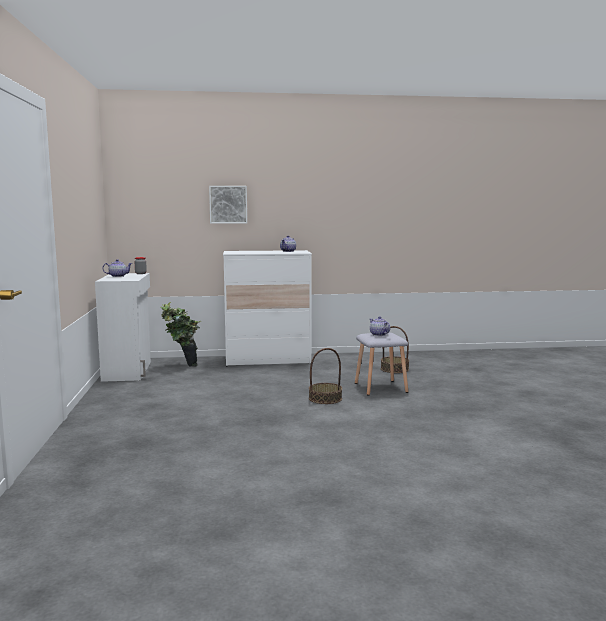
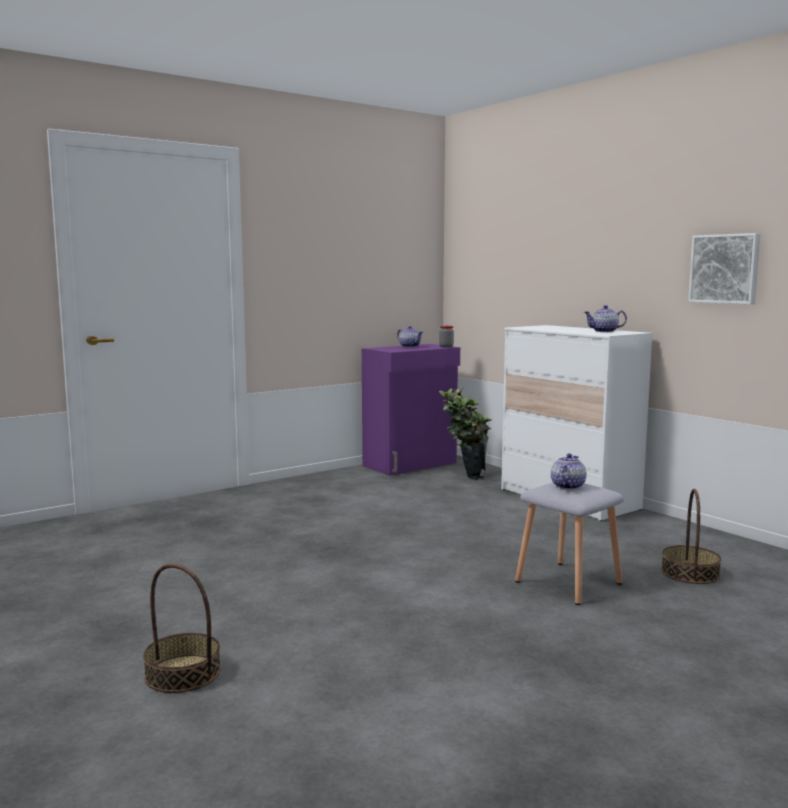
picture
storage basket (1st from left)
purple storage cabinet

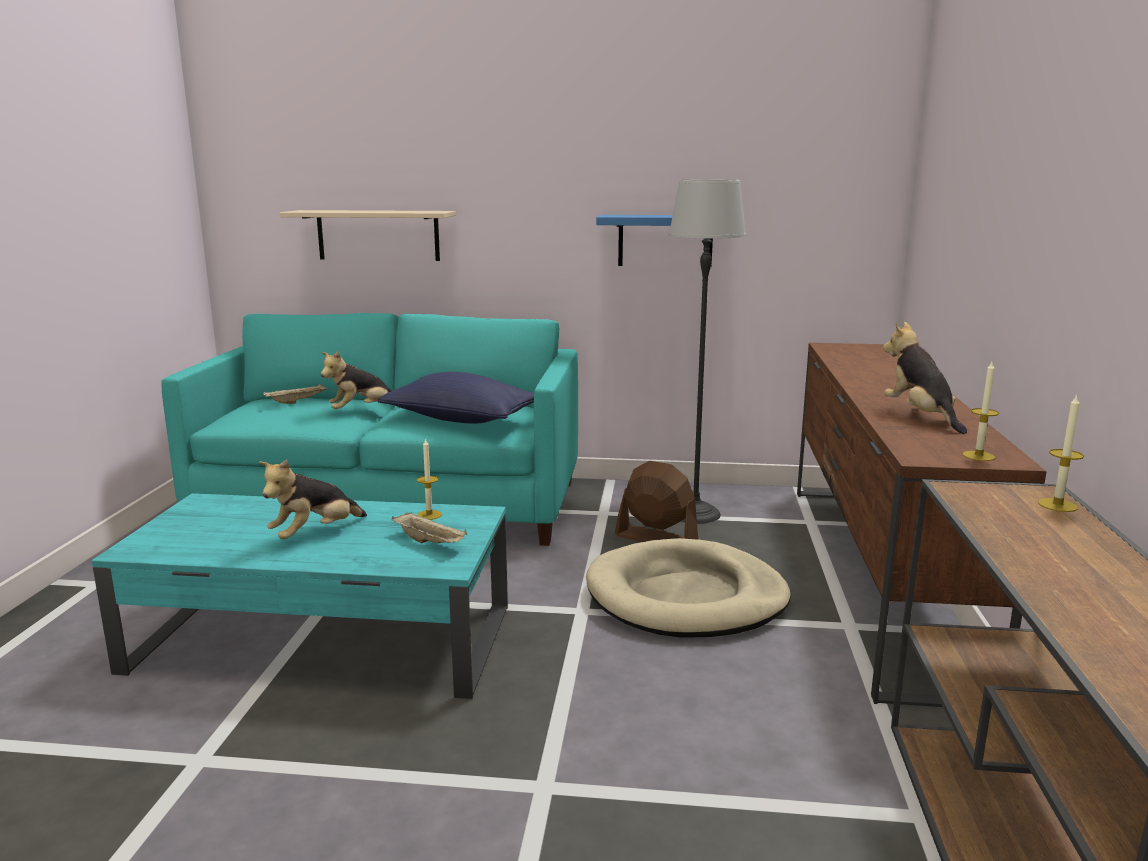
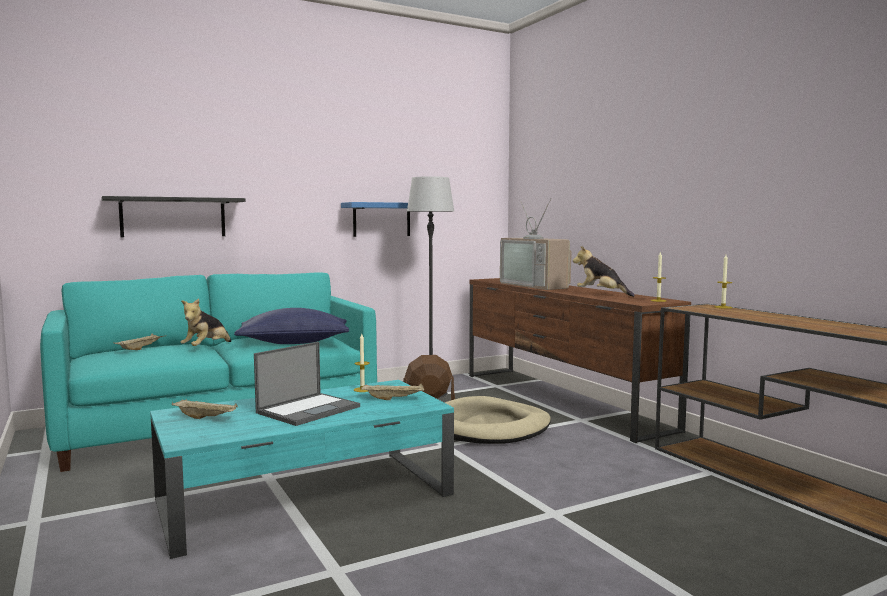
sand-coloured carrying tray (2nd from left)
TV
portable computer
black-coloured shelf

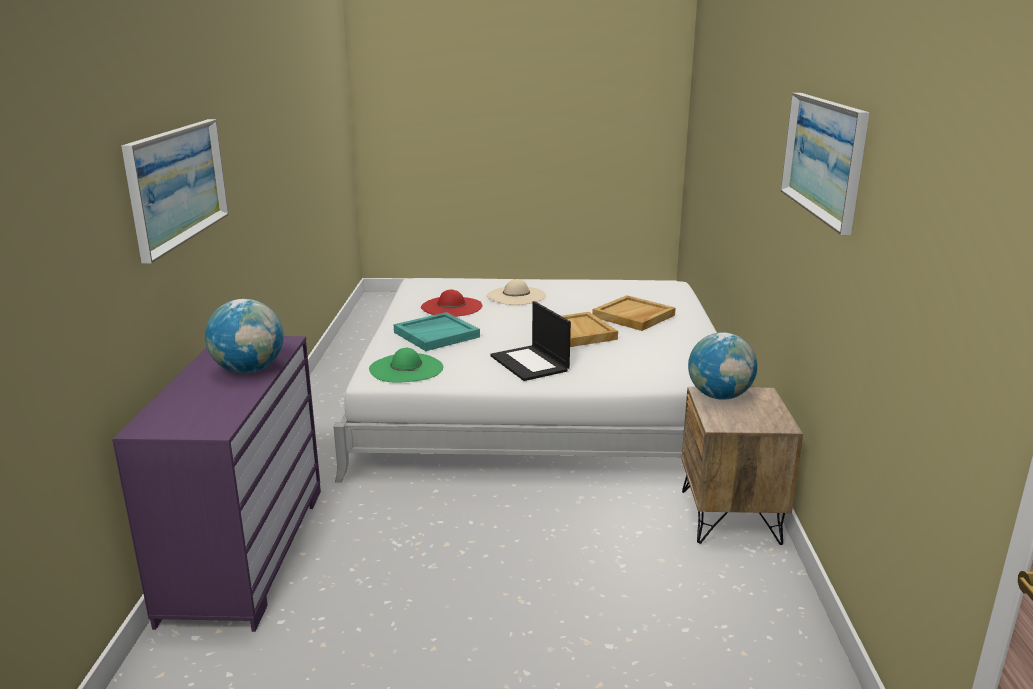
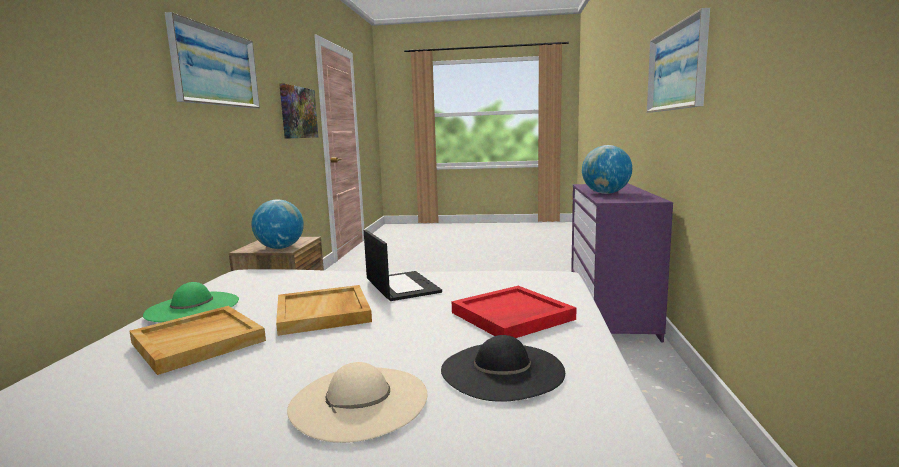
picture (2nd from left)
greenish wearable hat
red carrying tray
black-coloured wearable hat

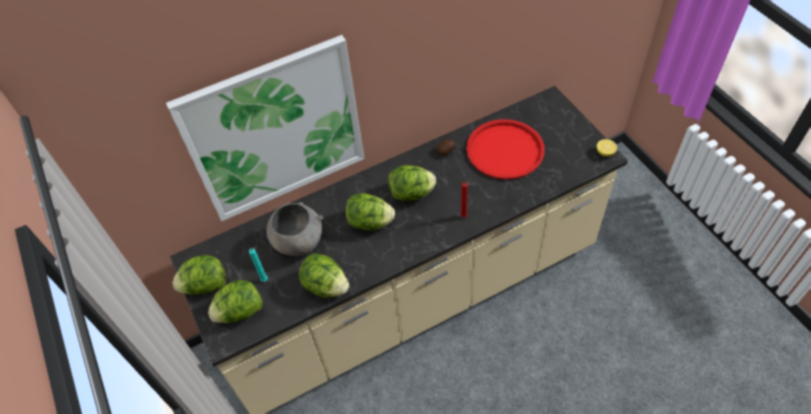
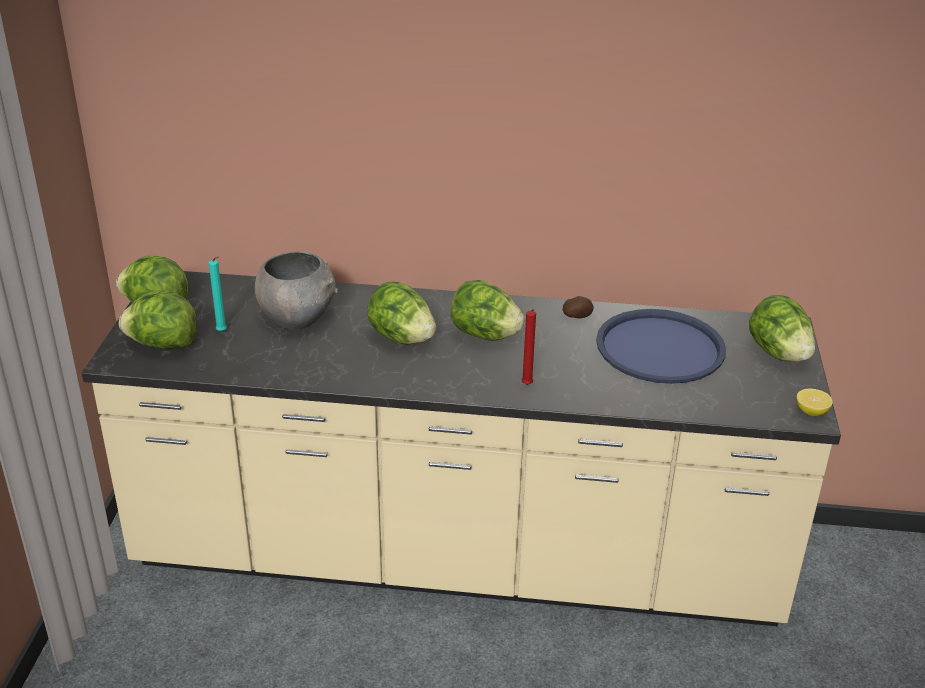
picture
head of lettuce (5th from left)
blue-coloured carrying tray

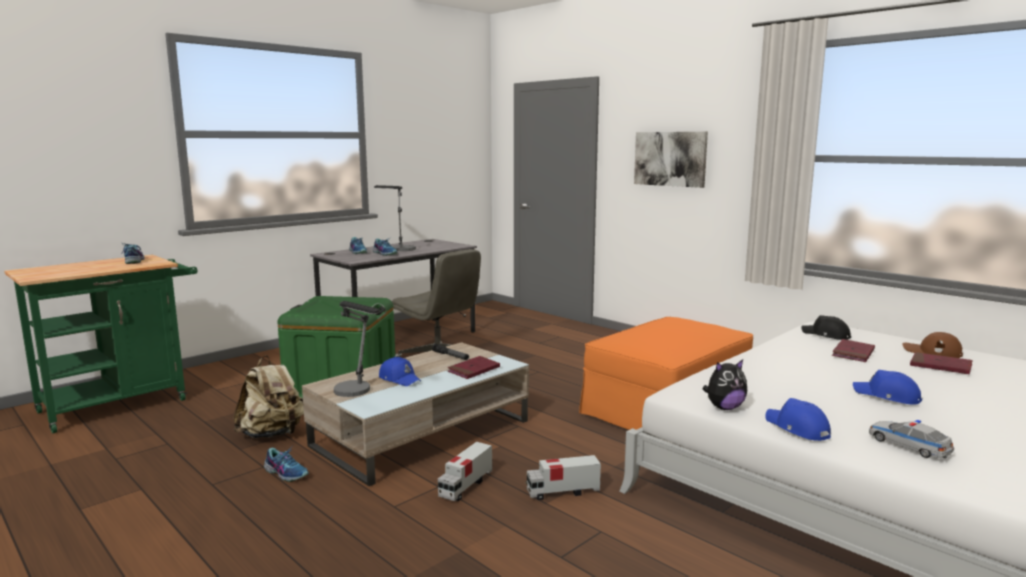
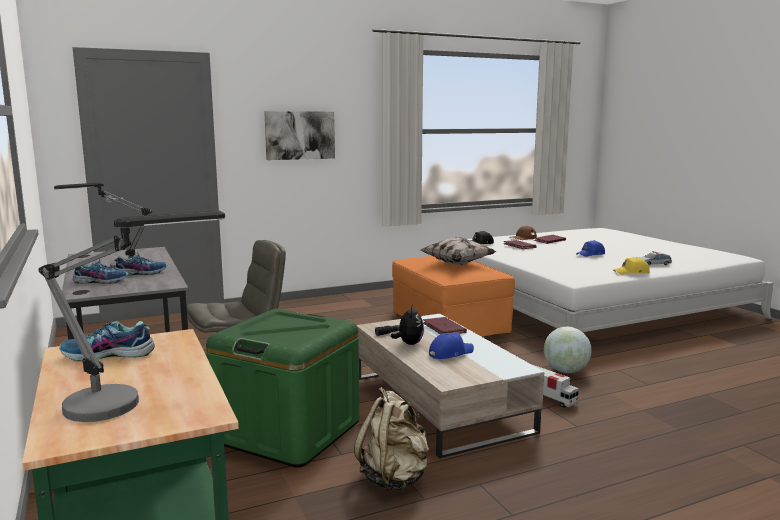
item of footwear (2nd from left in the first image)
throw pillow
tabletop lamp (2nd from left)
plush toy
desk globe
yellow cap

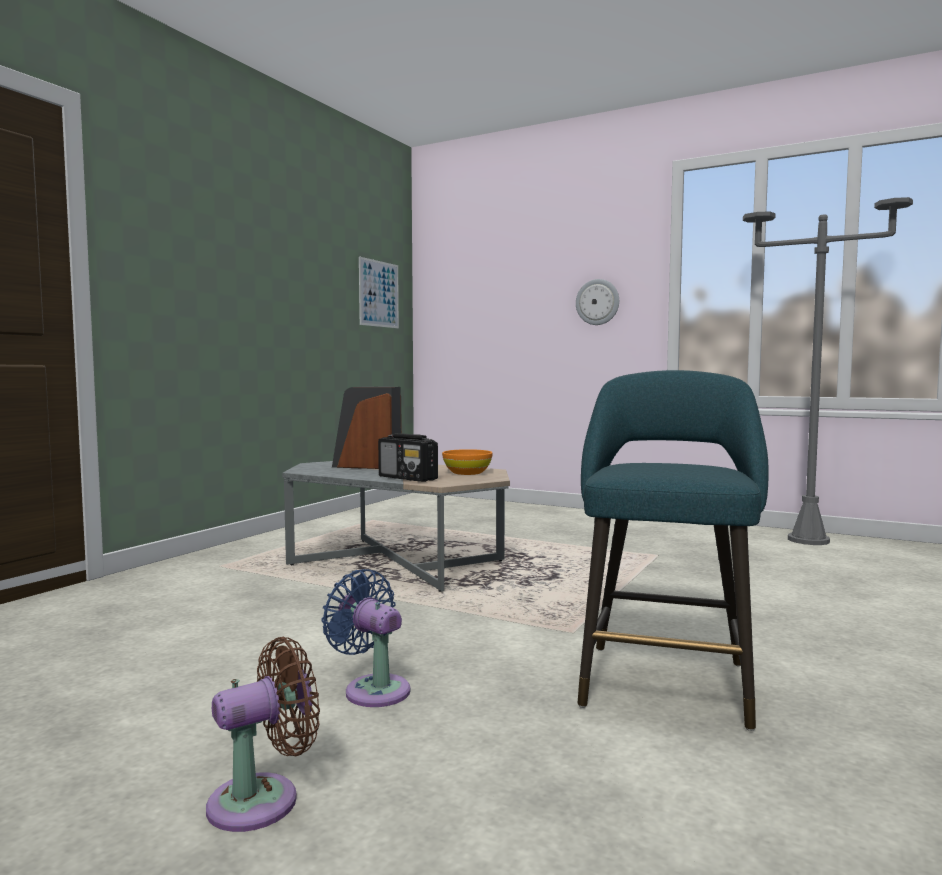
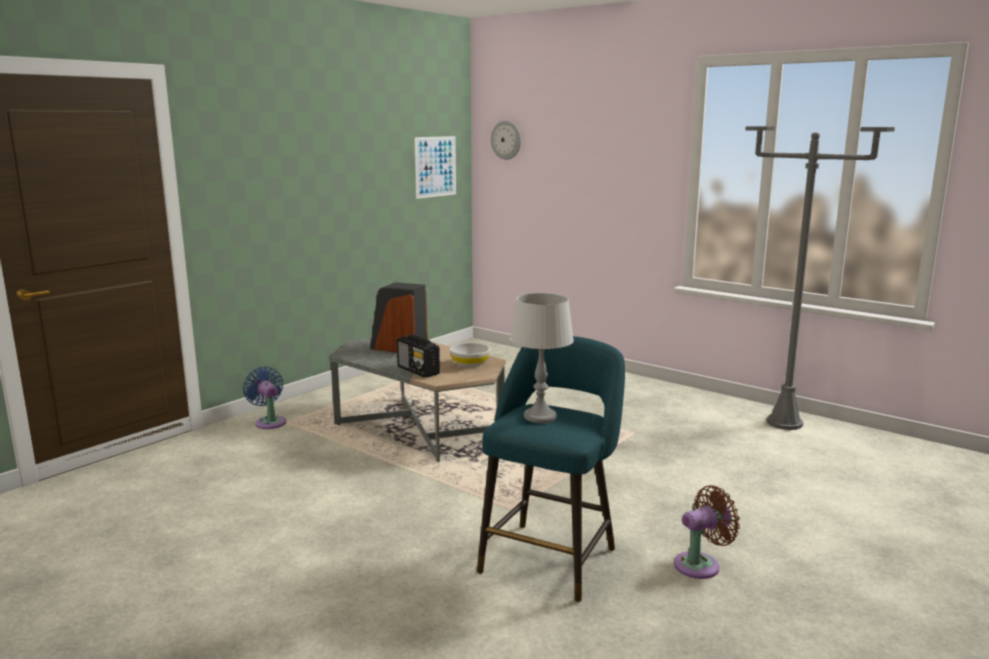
greyish tabletop lamp
brown-coloured cooling fan
blue-coloured cooling fan
wall clock
white bowl

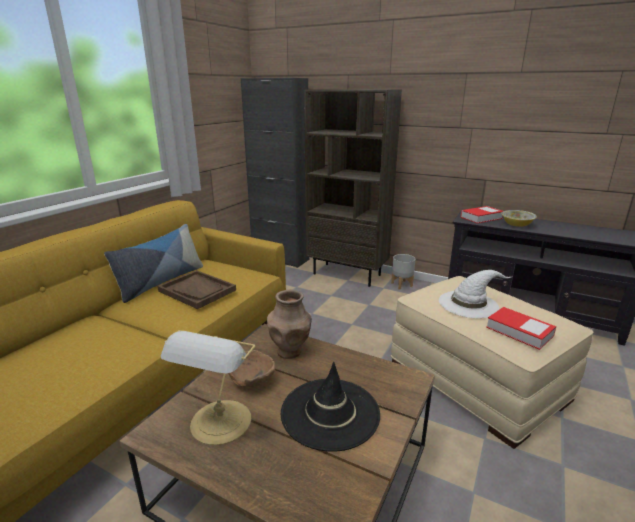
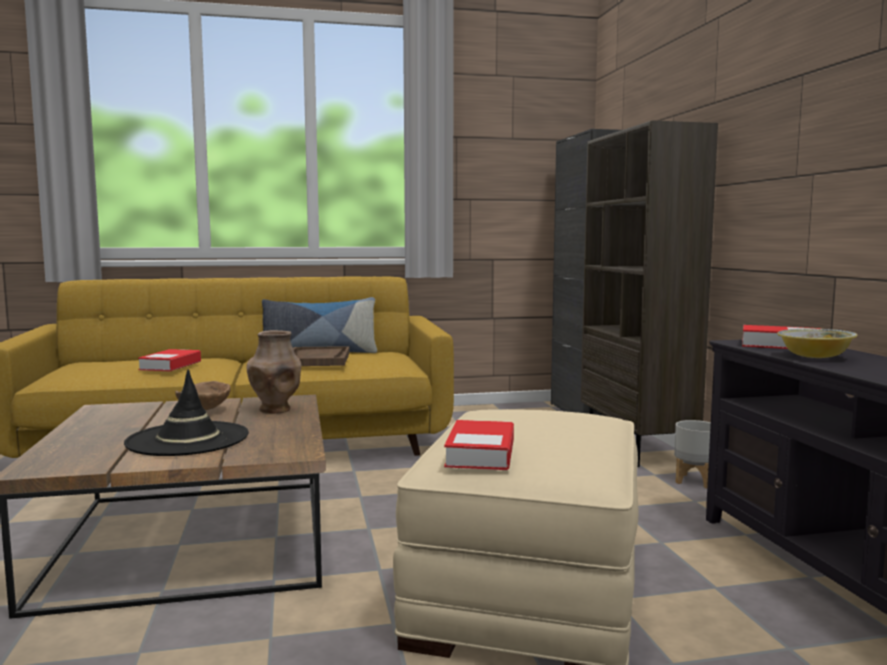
tabletop lamp
white wearable hat
book (1st from left)

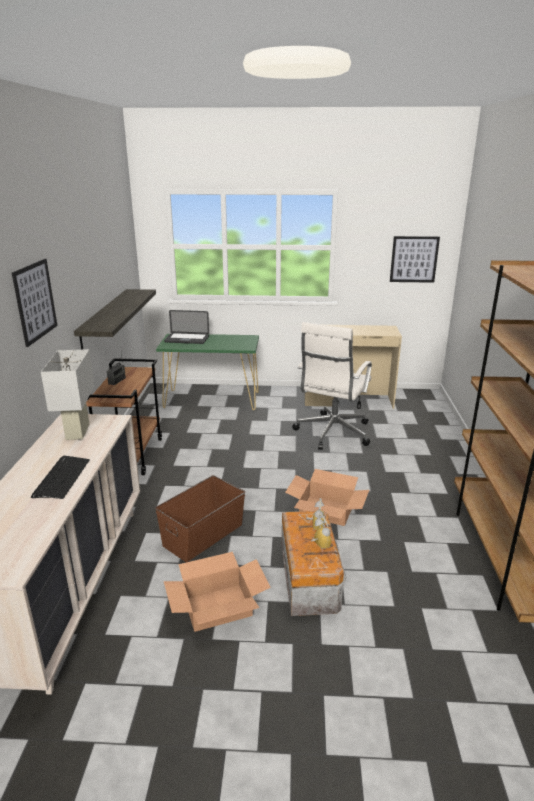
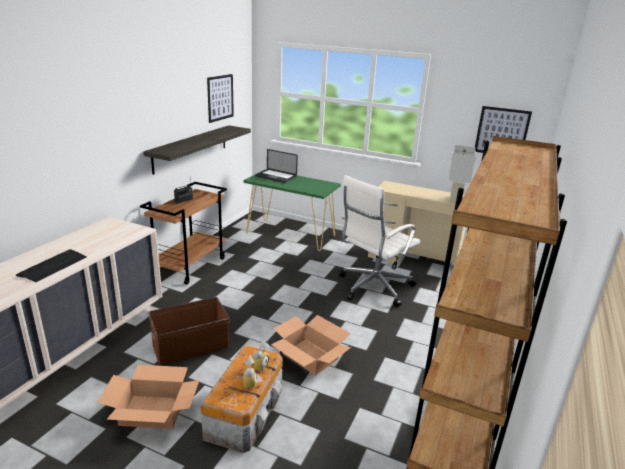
picture (1st from left)
white tabletop lamp

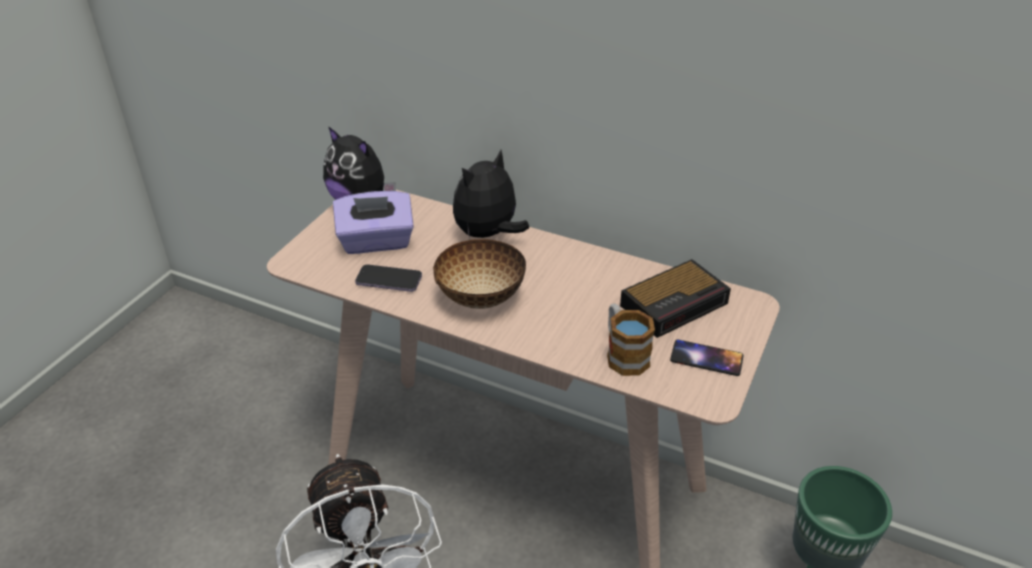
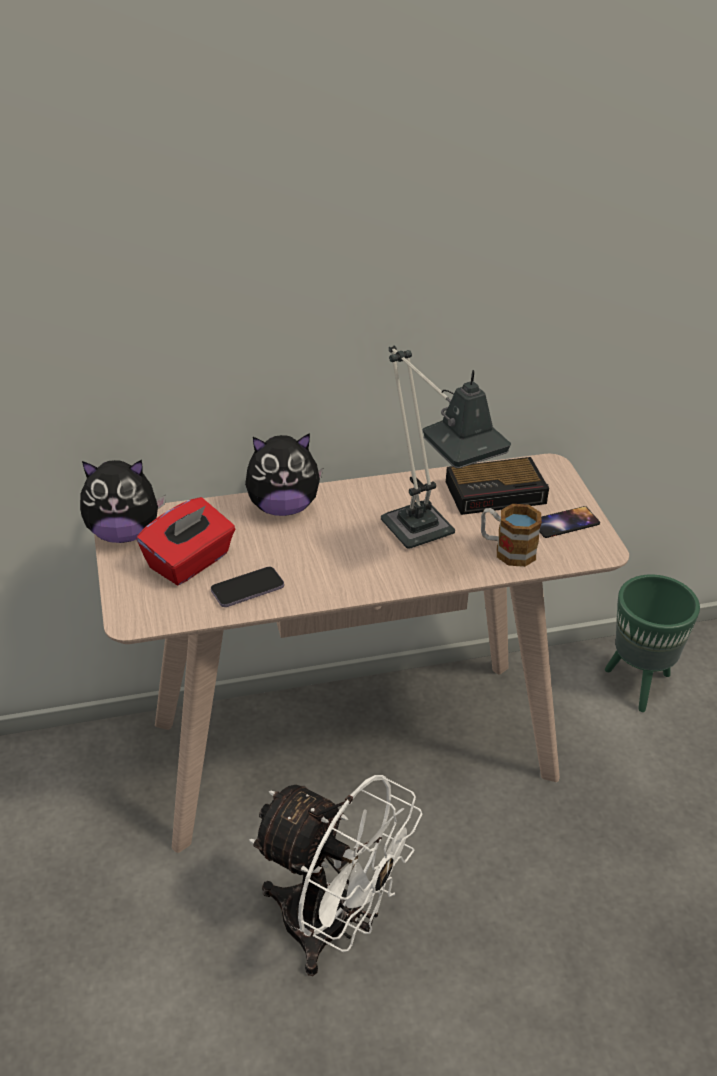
bowl
tabletop lamp
red tissue holder
plush toy (2nd from left)
alarm clock

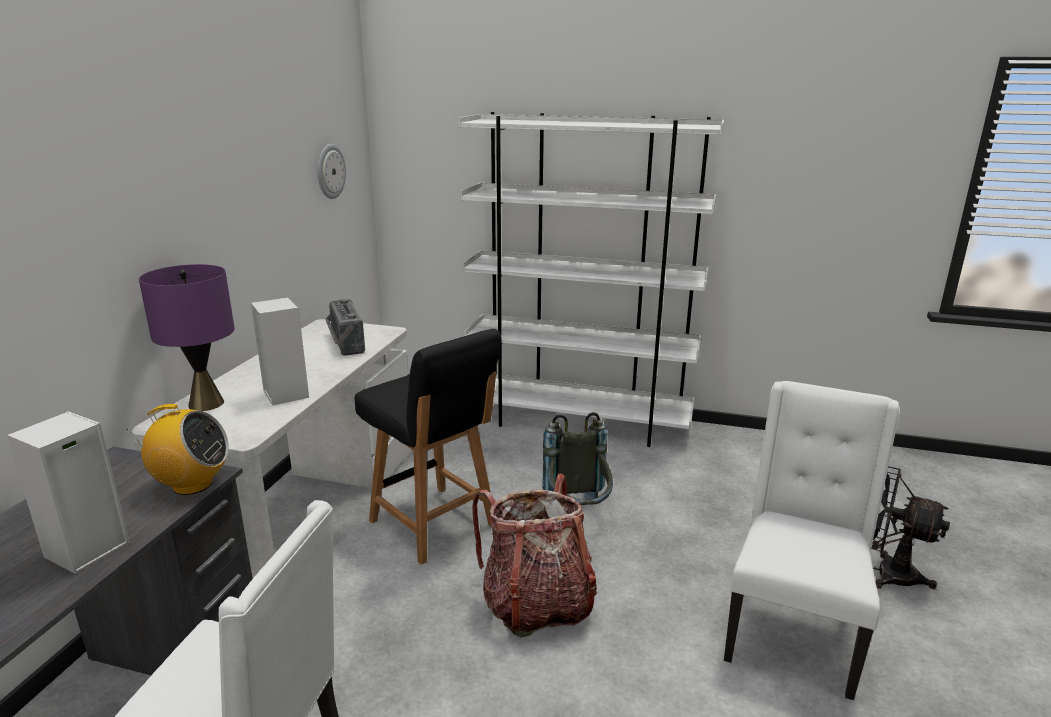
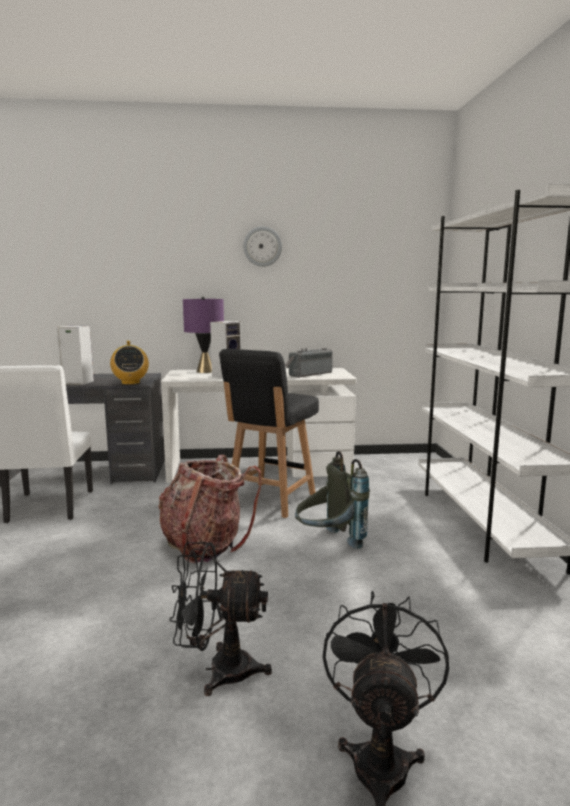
wall clock
black-coloured cooling fan (1st from left)

